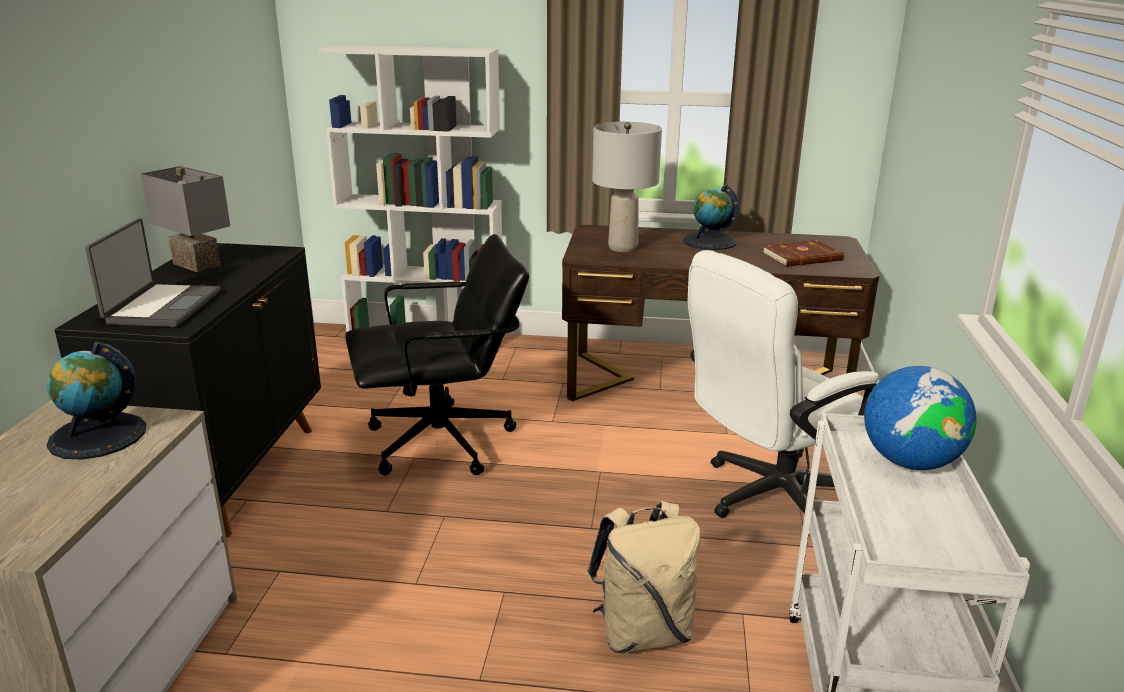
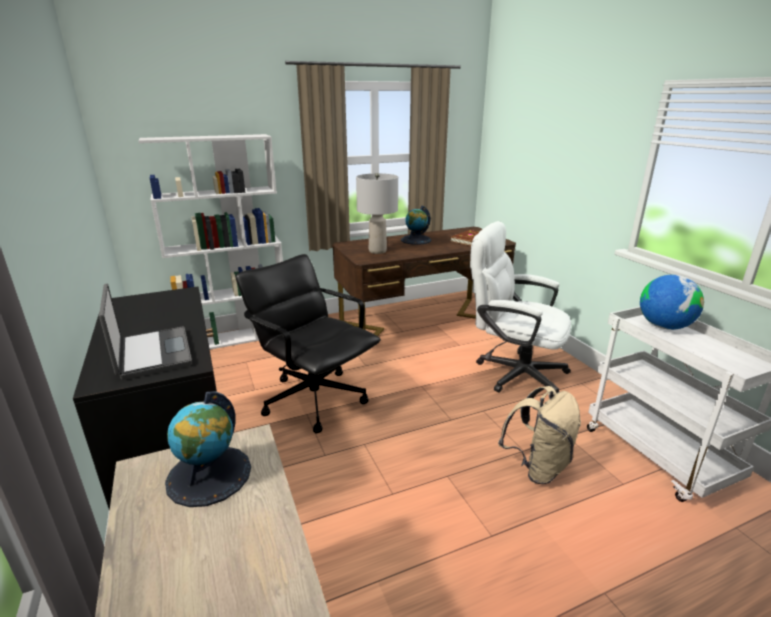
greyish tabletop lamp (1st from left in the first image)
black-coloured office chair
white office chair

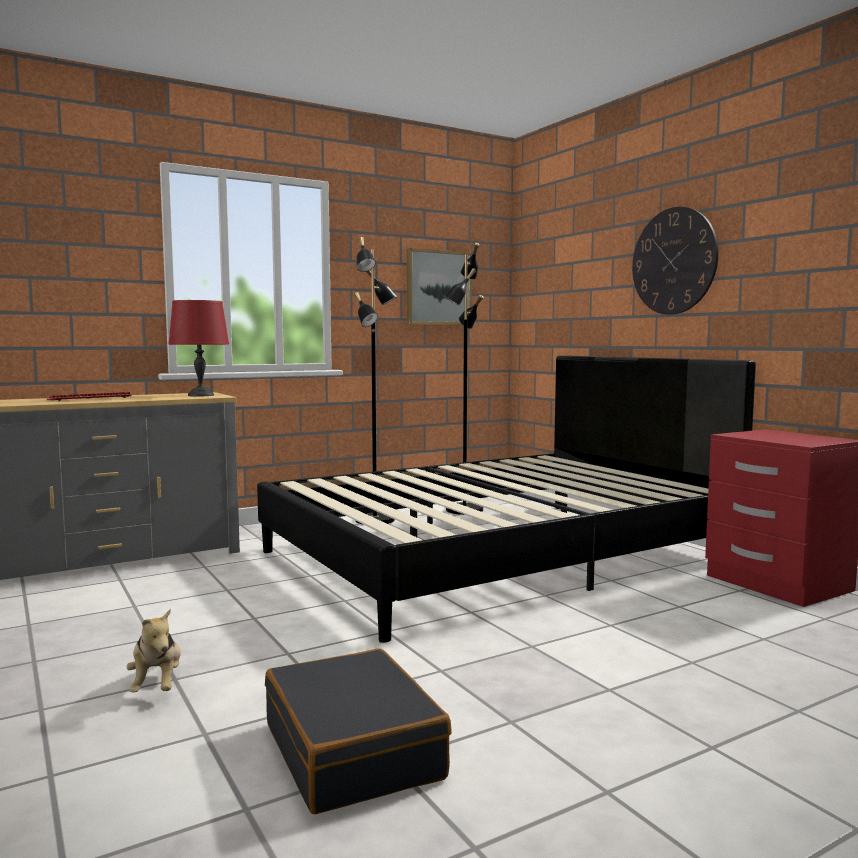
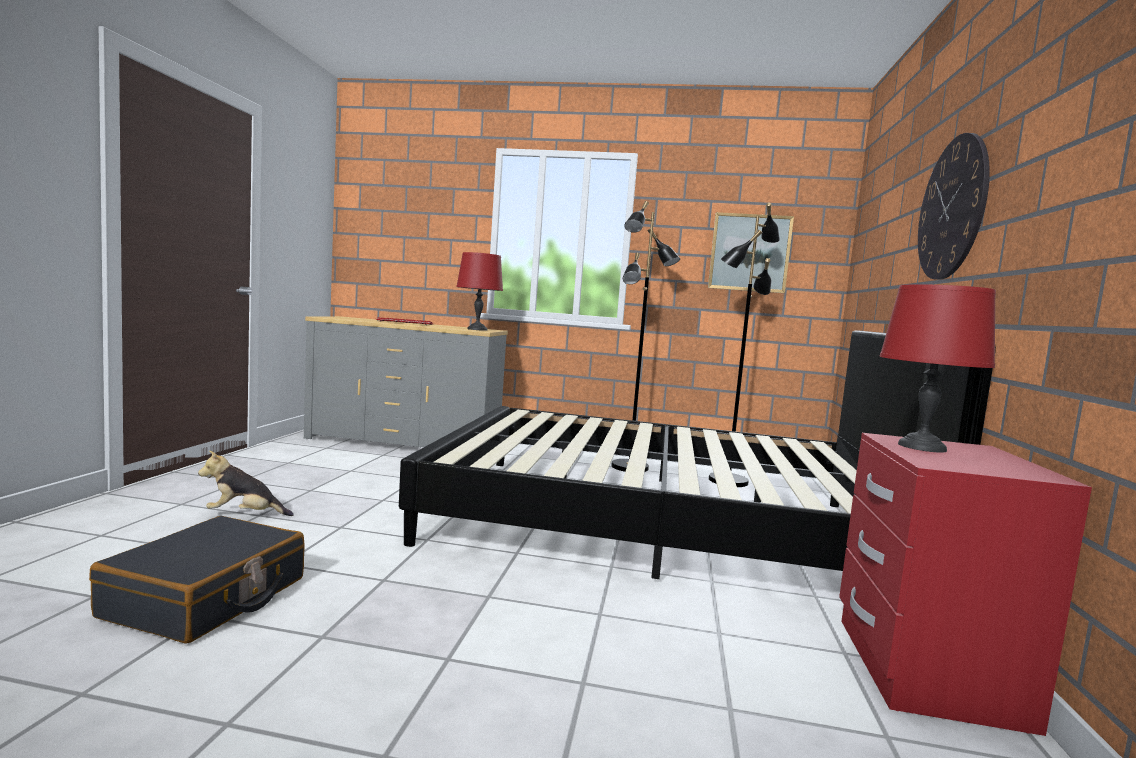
red tabletop lamp (2nd from left)
plush toy

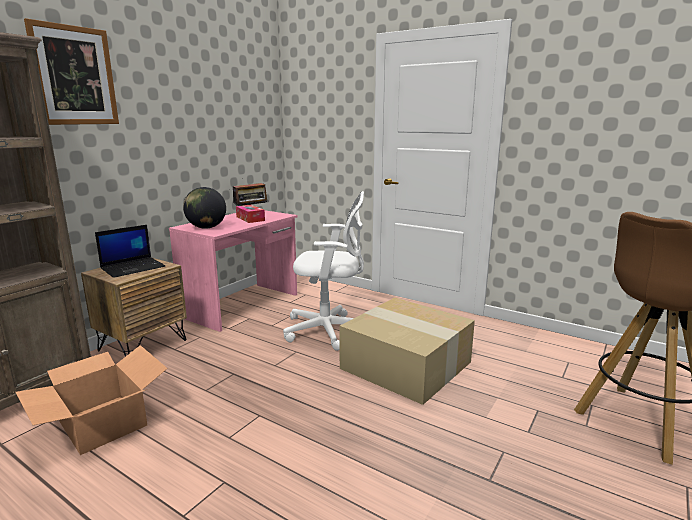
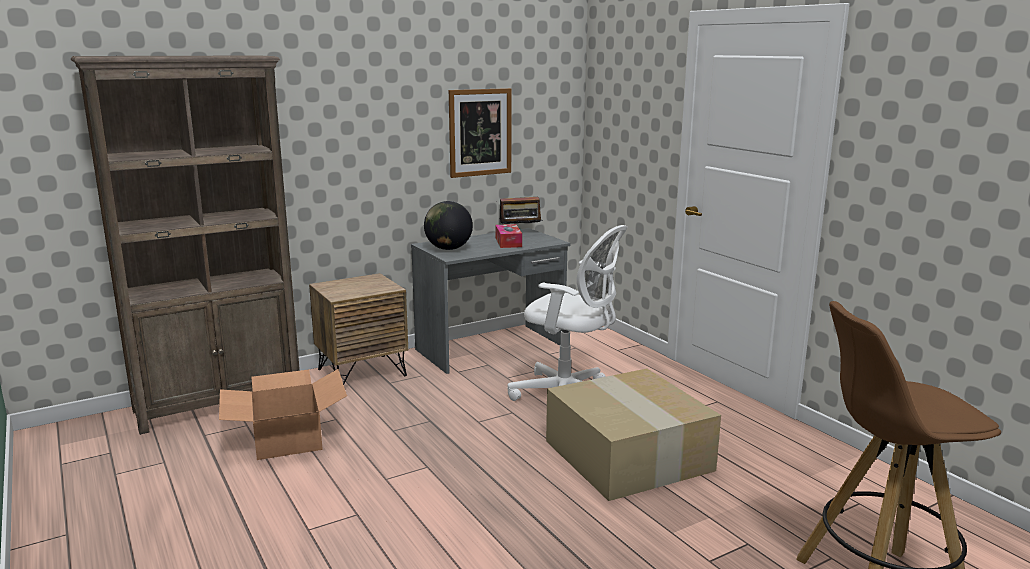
portable computer
picture
greyish desk unit

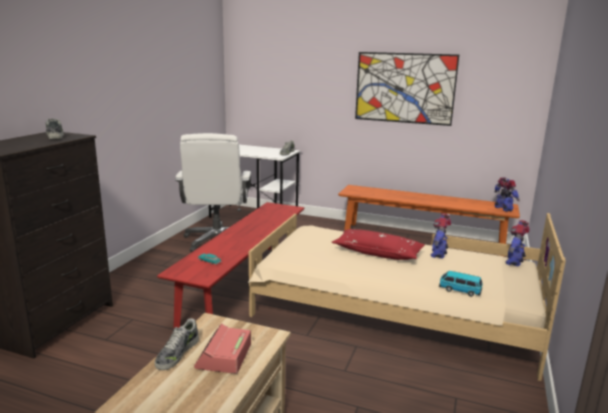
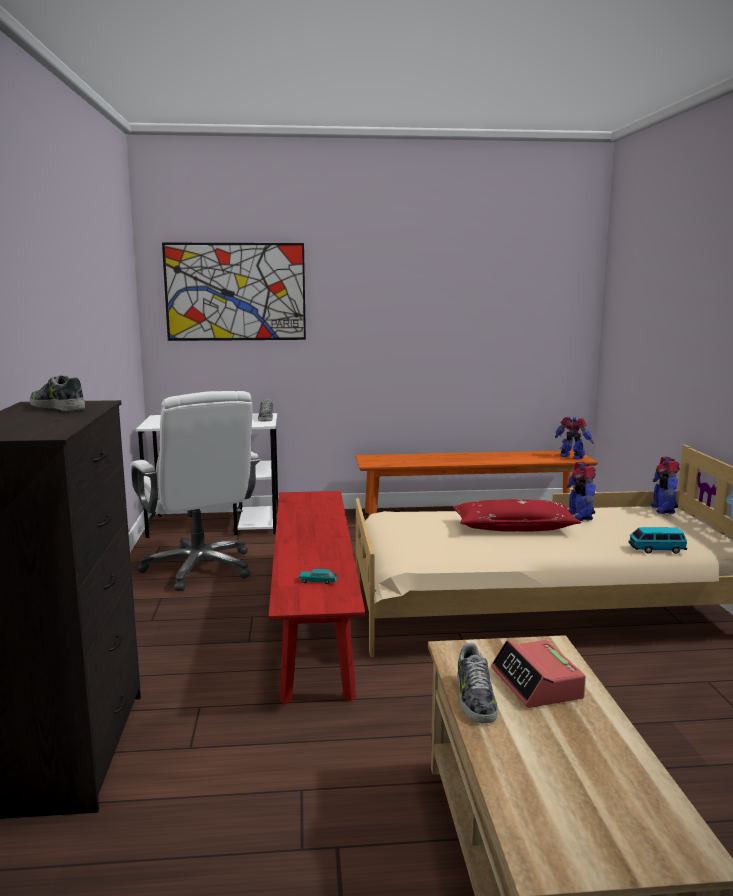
picture

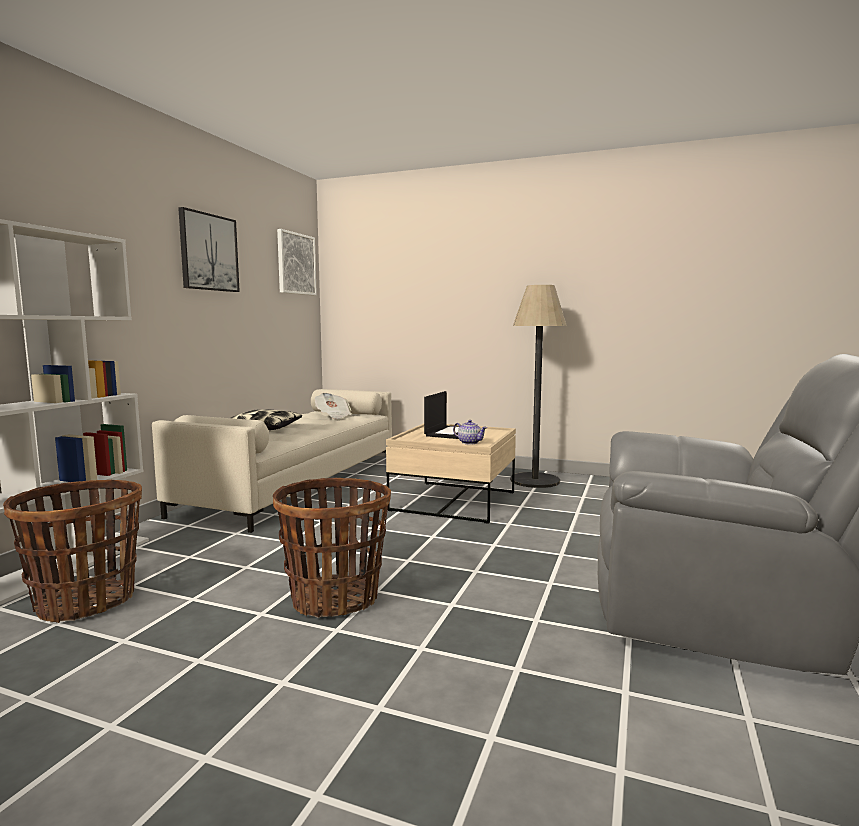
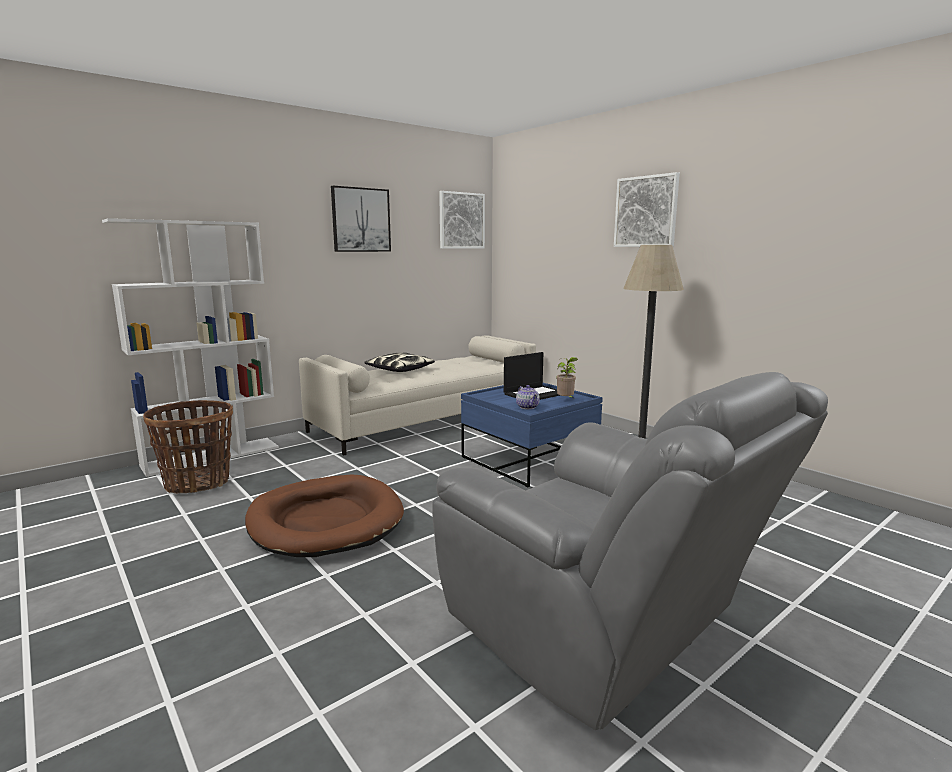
daily paper
potted plant
picture (3rd from left)
brown-coloured pet bed
blue-coloured coffee table

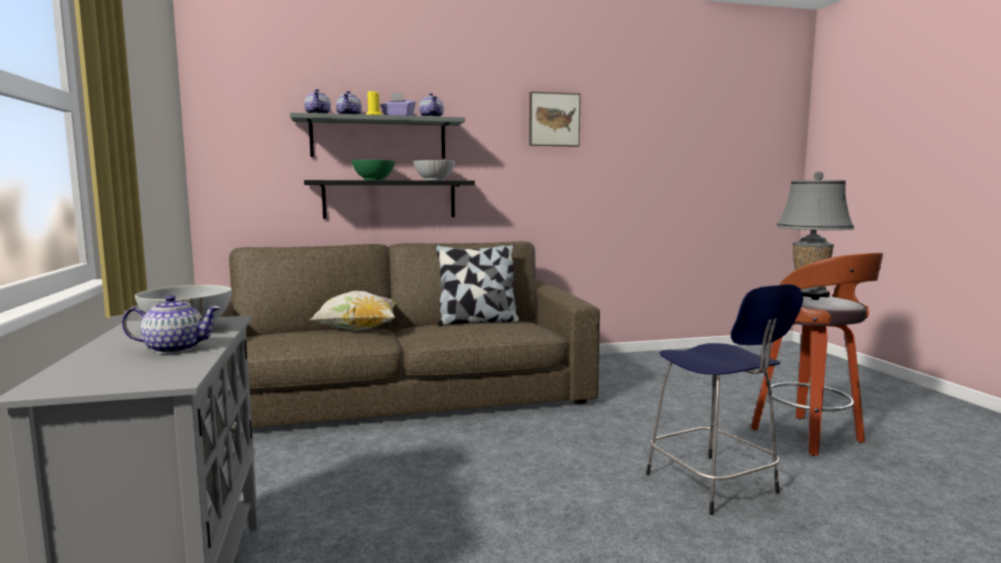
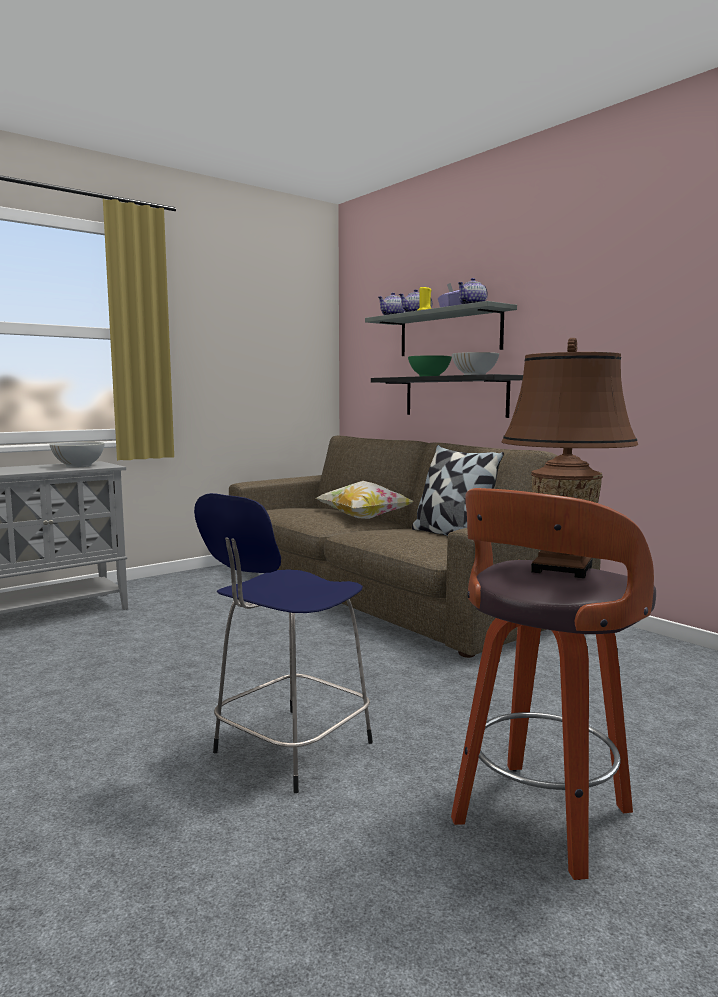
pot for tea (1st from left in the first image)
picture
brown-coloured tabletop lamp

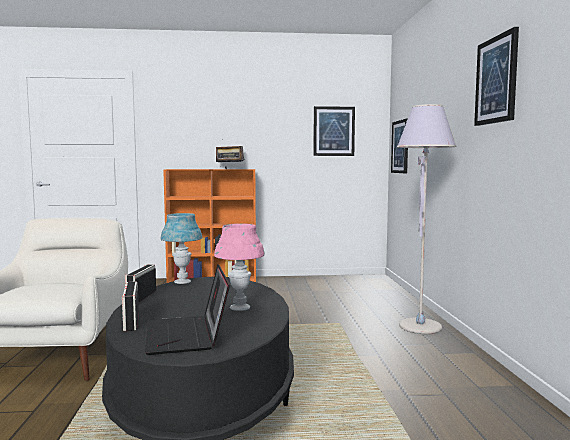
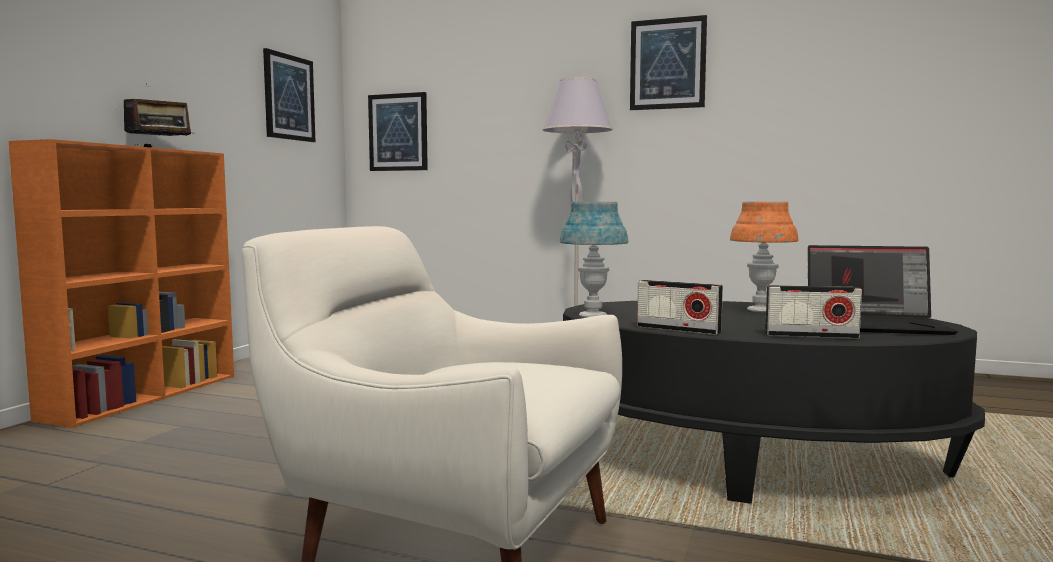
orangey tabletop lamp

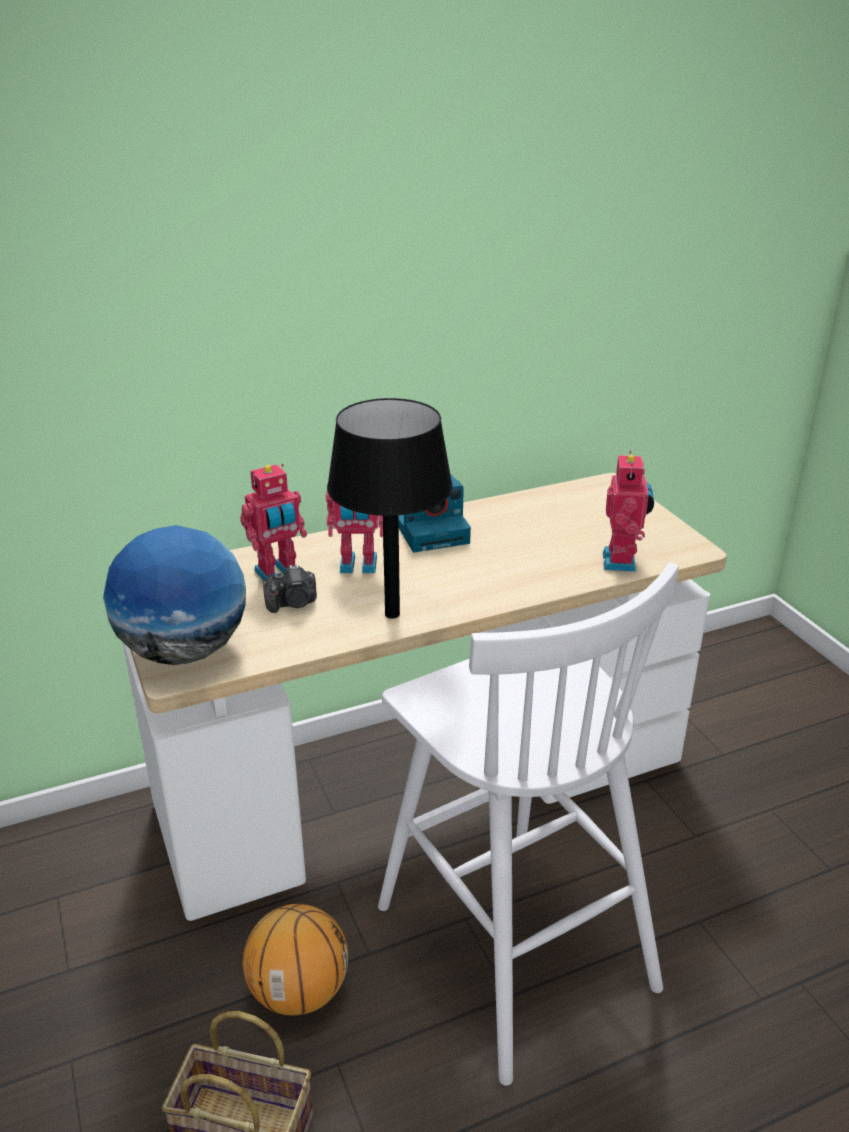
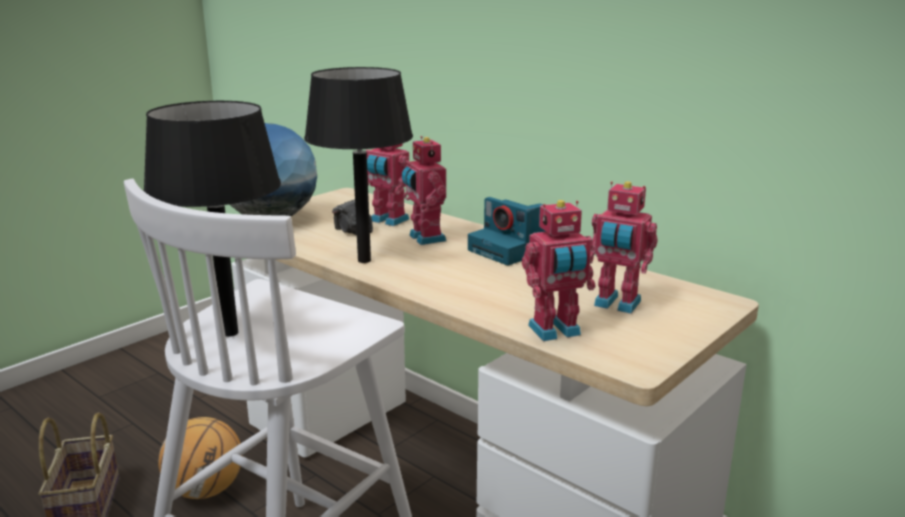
black-coloured tabletop lamp (1st from left)
model robot (4th from left)

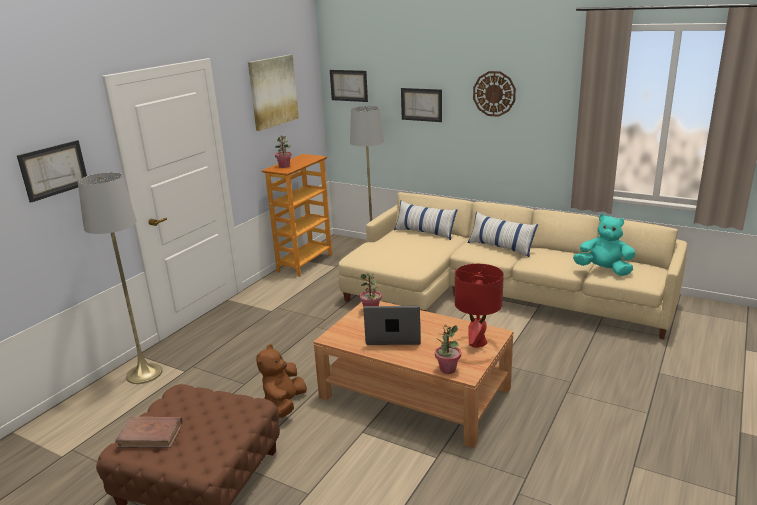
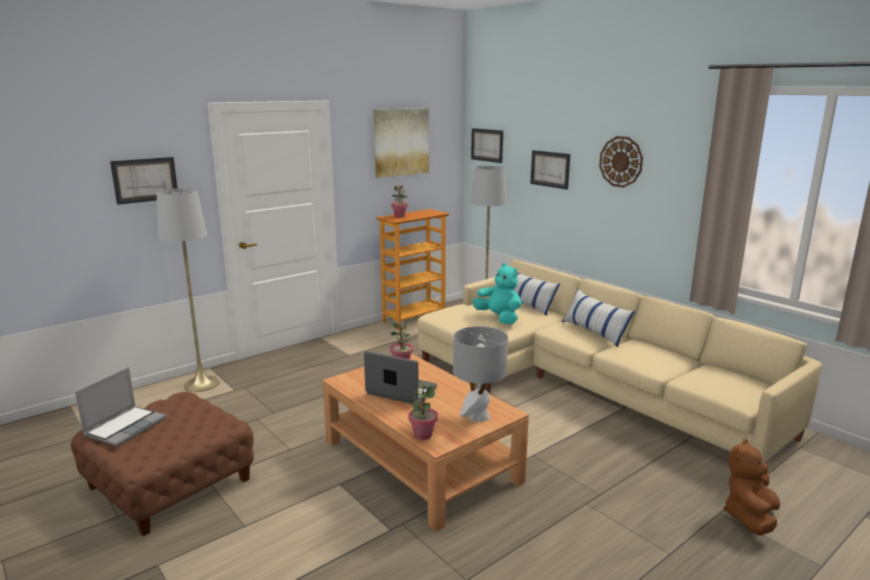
brown-coloured plush toy
turquoise-coloured plush toy
portable computer (1st from left)
greyish tabletop lamp

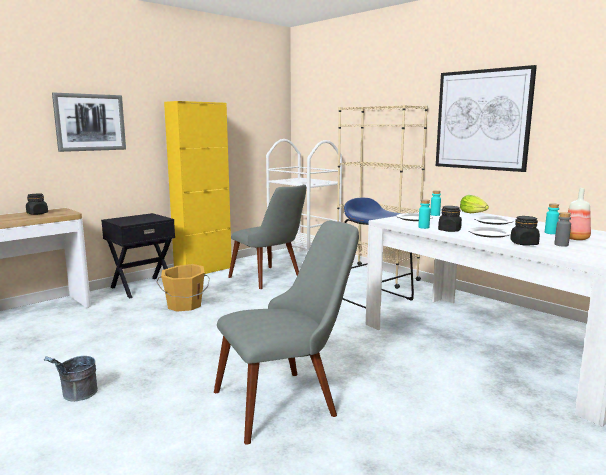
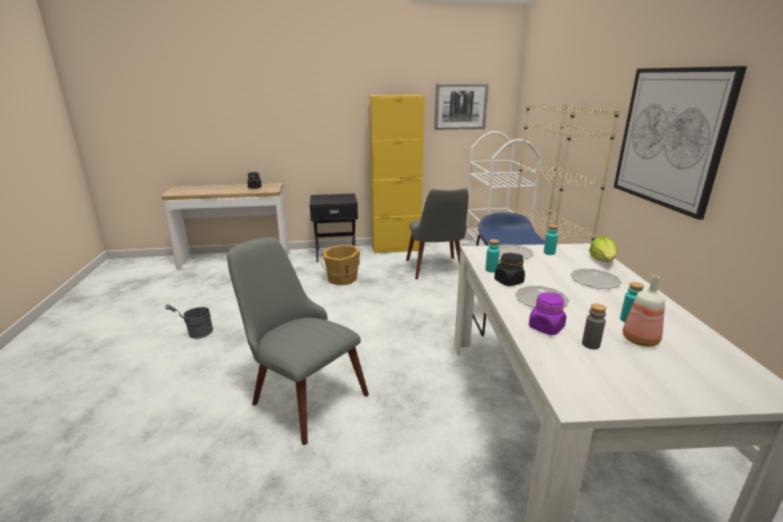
picture (1st from left)
purple preserve jar
greyish chair (1st from left)

